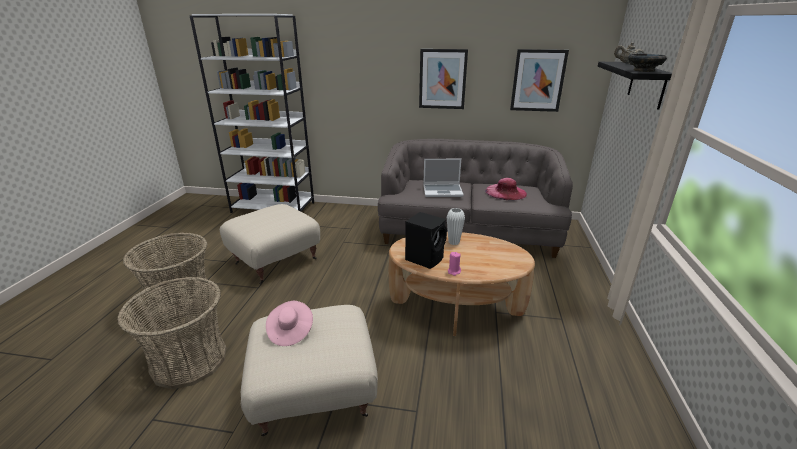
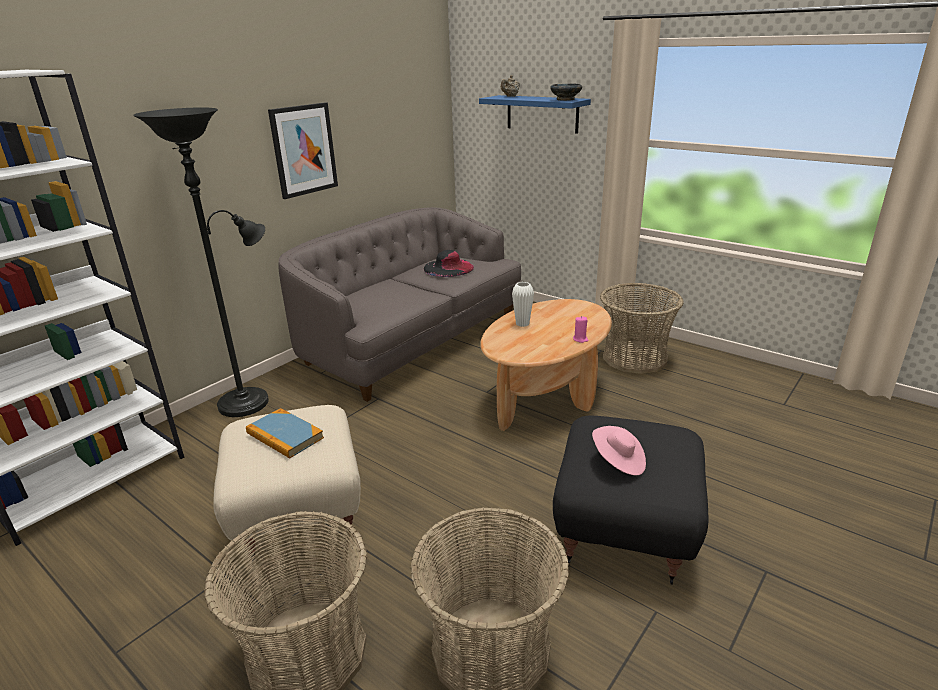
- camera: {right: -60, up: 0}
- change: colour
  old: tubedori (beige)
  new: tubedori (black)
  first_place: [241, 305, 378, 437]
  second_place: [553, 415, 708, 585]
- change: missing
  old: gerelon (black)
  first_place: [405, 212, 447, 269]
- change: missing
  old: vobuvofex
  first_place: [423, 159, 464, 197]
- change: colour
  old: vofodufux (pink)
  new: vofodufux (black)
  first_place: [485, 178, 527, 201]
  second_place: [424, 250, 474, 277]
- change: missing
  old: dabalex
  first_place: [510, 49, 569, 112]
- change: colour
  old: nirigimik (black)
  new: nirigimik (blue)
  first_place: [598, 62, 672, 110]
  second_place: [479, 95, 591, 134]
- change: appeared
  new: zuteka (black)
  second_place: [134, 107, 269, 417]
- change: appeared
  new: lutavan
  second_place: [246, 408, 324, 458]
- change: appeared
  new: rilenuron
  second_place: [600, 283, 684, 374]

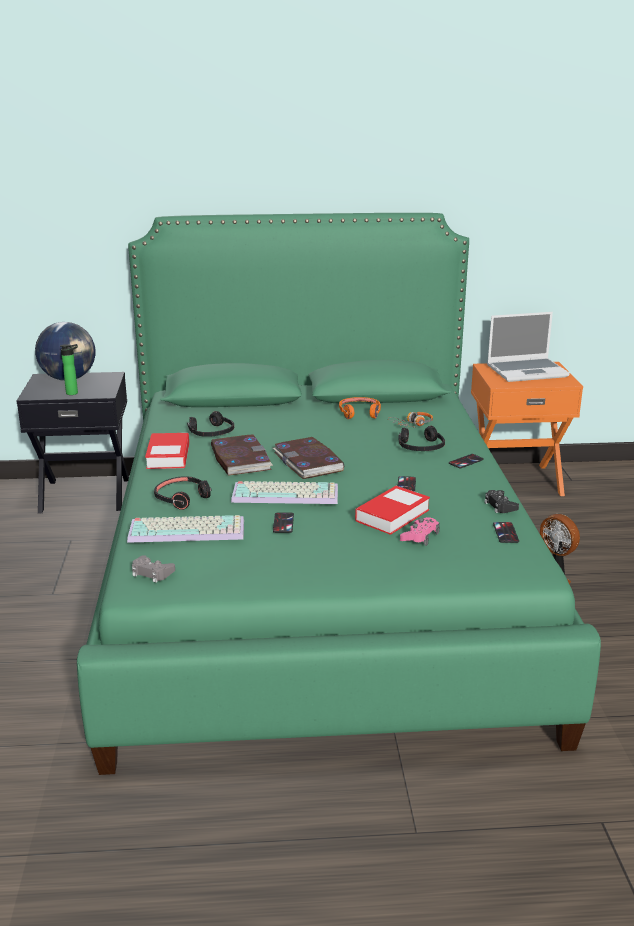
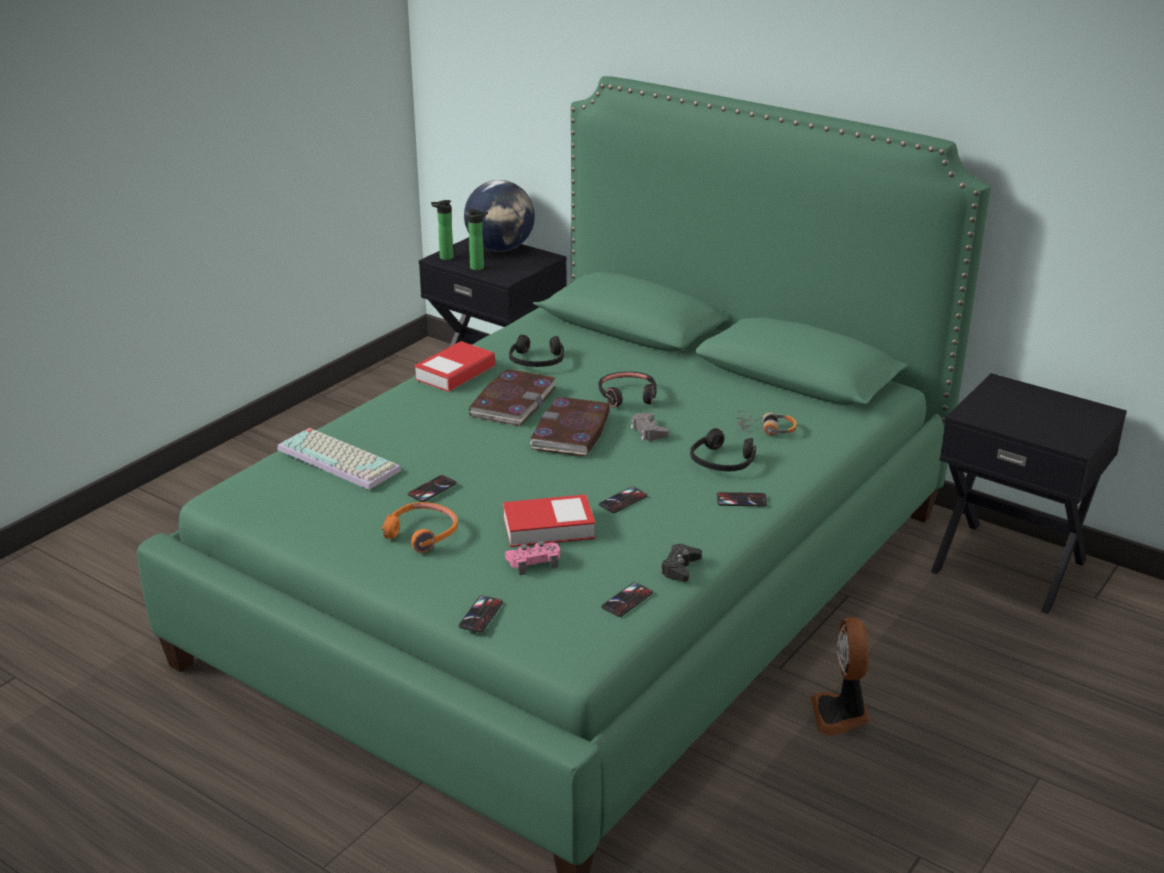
- camera: {right: 40, up: 5}
- change: relocated
  old: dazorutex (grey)
  first_place: [132, 555, 175, 582]
  second_place: [631, 413, 669, 441]
- change: relocated
  old: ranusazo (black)
  first_place: [154, 476, 212, 510]
  second_place: [599, 372, 657, 408]
- change: missing
  old: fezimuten
  first_place: [231, 481, 338, 504]
- change: relocated
  old: ranusazo (orange)
  first_place: [339, 397, 381, 419]
  second_place: [382, 502, 458, 553]
- change: colour
  old: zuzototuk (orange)
  new: zuzototuk (black)
  first_place: [471, 362, 583, 496]
  second_place: [931, 373, 1127, 614]
- change: missing
  old: vobuvofex
  first_place: [487, 312, 570, 382]
- change: appeared
  new: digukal
  second_place: [431, 200, 454, 260]
- change: appeared
  new: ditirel
  second_place: [459, 596, 503, 633]

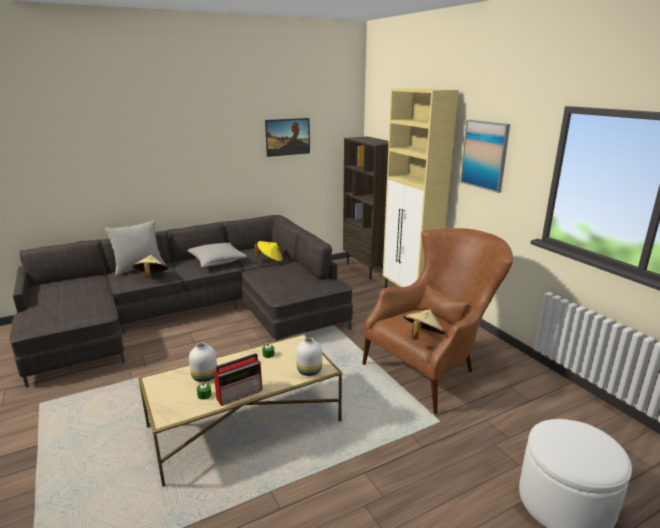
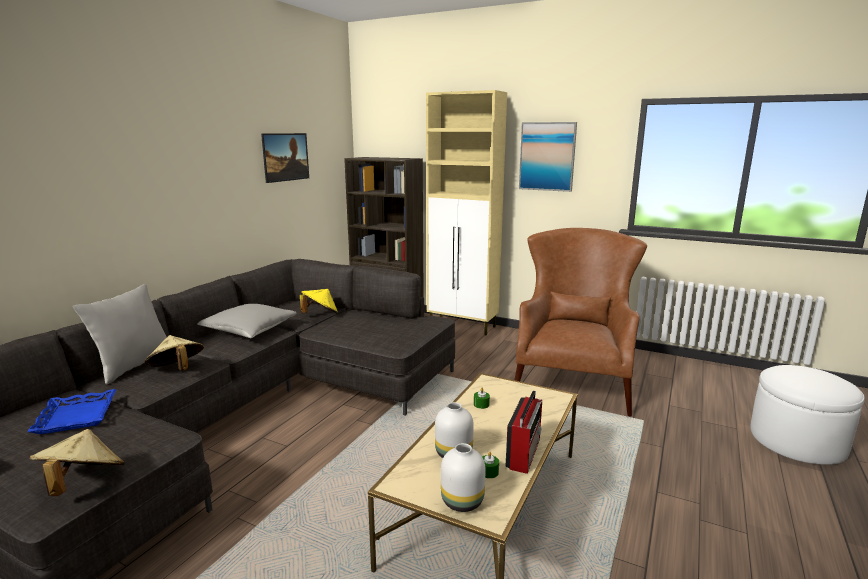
- camera: {right: -35, up: -5}
- change: relocated
  old: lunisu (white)
  first_place: [296, 337, 322, 376]
  second_place: [441, 443, 485, 512]
- change: relocated
  old: vofodufux (beige)
  first_place: [403, 309, 445, 340]
  second_place: [29, 429, 125, 496]
- change: appeared
  new: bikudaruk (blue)
  second_place: [27, 389, 117, 434]

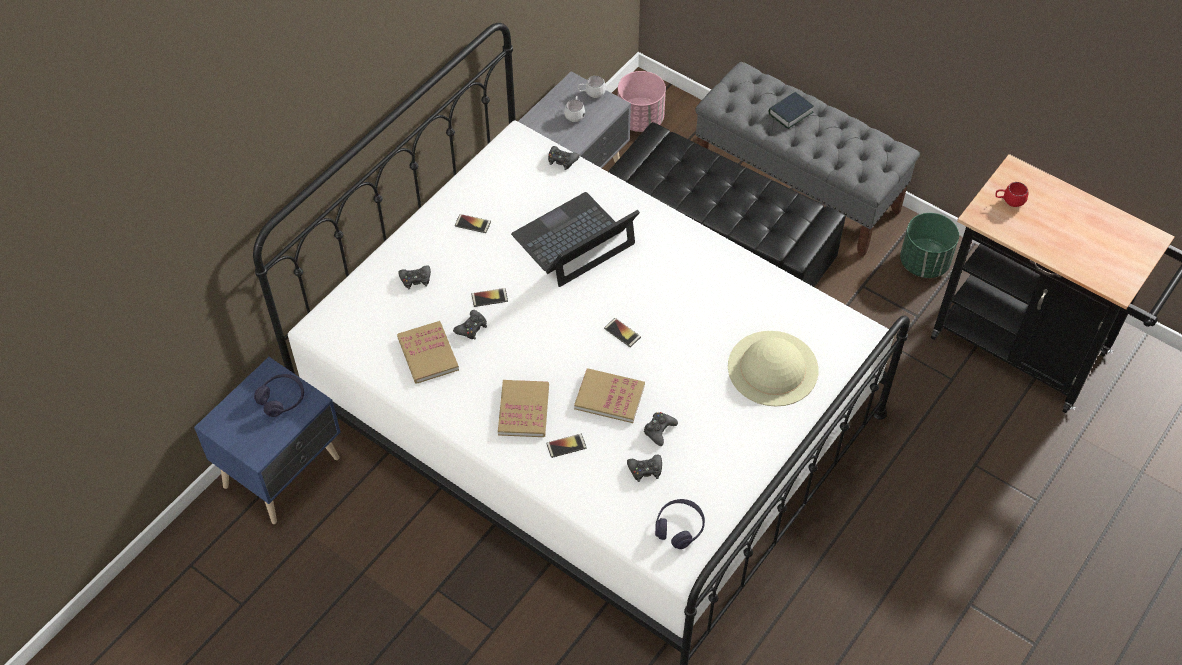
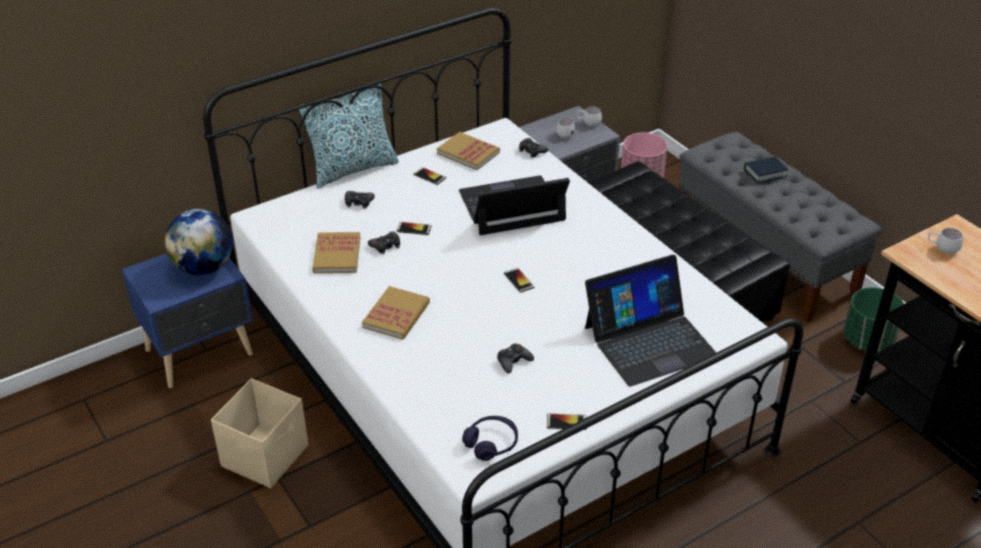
- camera: {right: 20, up: -15}
- change: exchanged
  old: ranusazo (purple)
  new: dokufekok
  first_place: [254, 374, 304, 417]
  second_place: [165, 209, 233, 275]
- change: relocated
  old: ditirel
  first_place: [546, 434, 587, 458]
  second_place: [547, 414, 587, 430]
- change: relocated
  old: lutavan
  first_place: [574, 368, 645, 423]
  second_place: [437, 132, 500, 170]
- change: missing
  old: dazorutex (black)
  first_place: [627, 455, 662, 482]
- change: exchanged
  old: vofodufux (beige)
  new: vobuvofex
  first_place: [728, 331, 819, 407]
  second_place: [585, 255, 716, 386]
- change: colour
  old: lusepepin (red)
  new: lusepepin (white)
  first_place: [995, 182, 1028, 207]
  second_place: [928, 228, 963, 254]
- change: appeared
  new: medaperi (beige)
  second_place: [211, 378, 308, 488]
- change: appeared
  new: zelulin
  second_place: [299, 83, 399, 188]

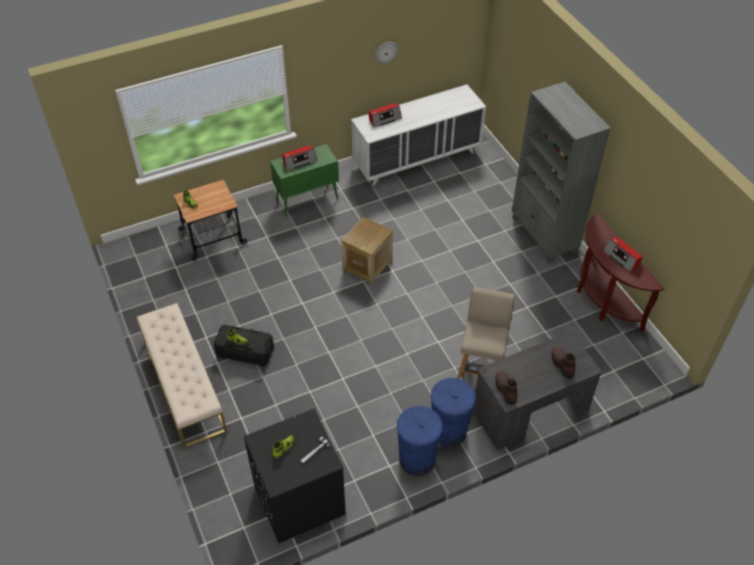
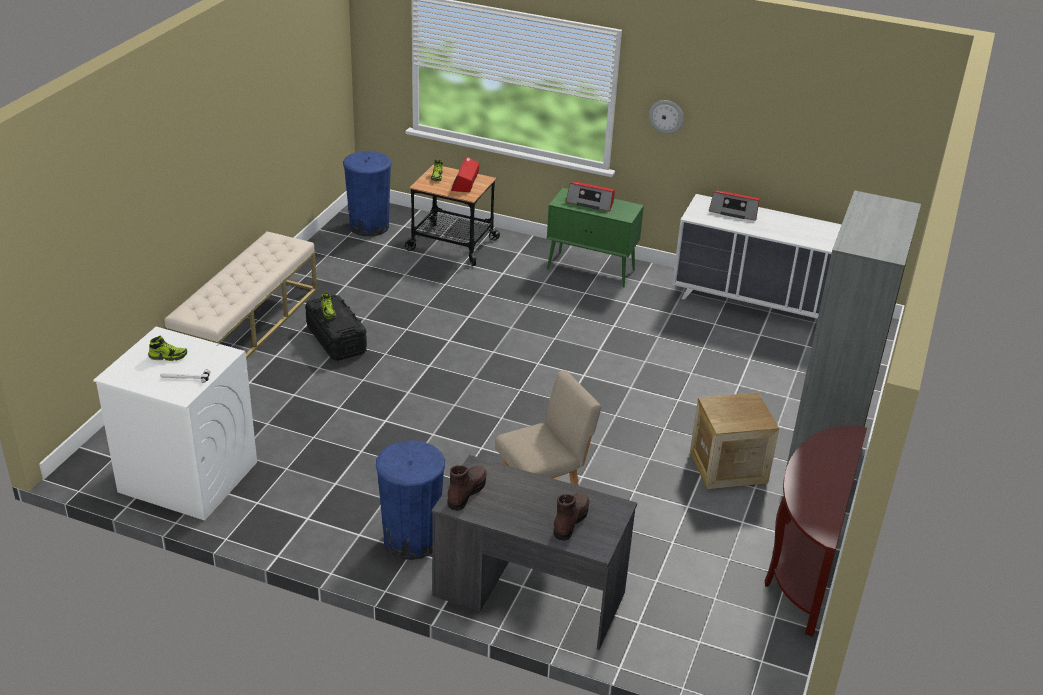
- camera: {right: 45, up: -15}
- change: colour
  old: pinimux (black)
  new: pinimux (white)
  first_place: [244, 409, 346, 543]
  second_place: [93, 327, 257, 521]
- change: relocated
  old: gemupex
  first_place: [341, 217, 393, 283]
  second_place: [690, 392, 779, 489]
- change: relocated
  old: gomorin
  first_place: [375, 42, 398, 64]
  second_place: [649, 100, 684, 134]
- change: relocated
  old: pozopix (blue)
  first_place: [397, 406, 443, 477]
  second_place: [343, 151, 392, 237]
- change: relocated
  old: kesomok
  first_place: [603, 237, 643, 272]
  second_place: [451, 156, 479, 192]

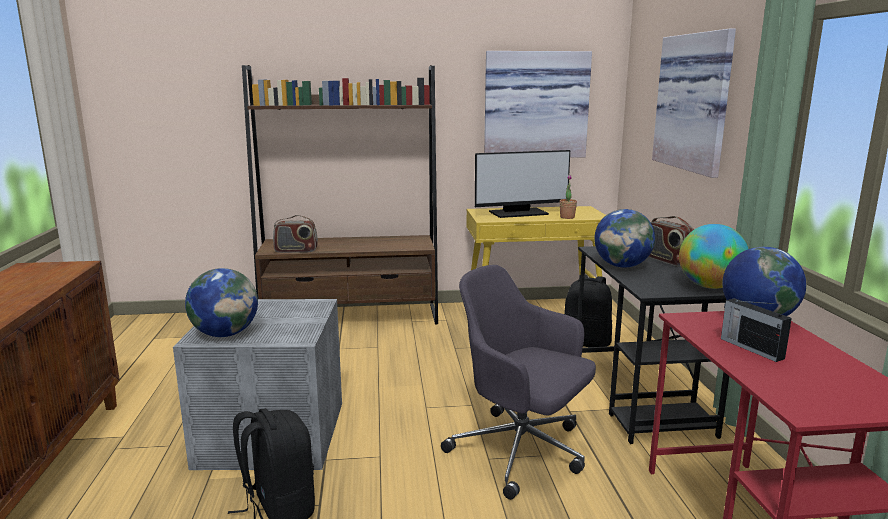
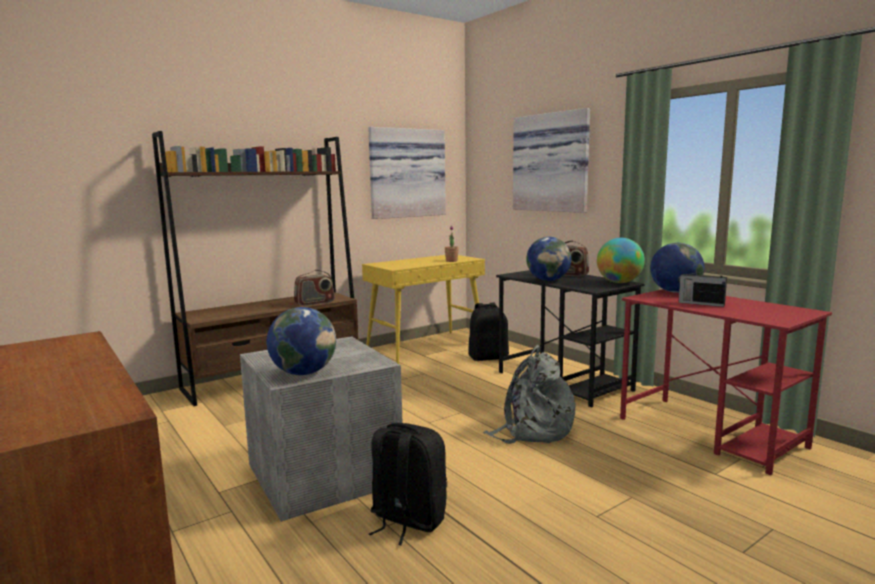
- camera: {right: -30, up: -5}
- change: relocated
  old: kesomok
  first_place: [273, 215, 318, 253]
  second_place: [294, 270, 335, 306]
- change: exchanged
  old: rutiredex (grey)
  new: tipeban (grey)
  first_place: [441, 265, 596, 500]
  second_place: [483, 345, 575, 444]
- change: missing
  old: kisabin
  first_place: [475, 150, 570, 218]

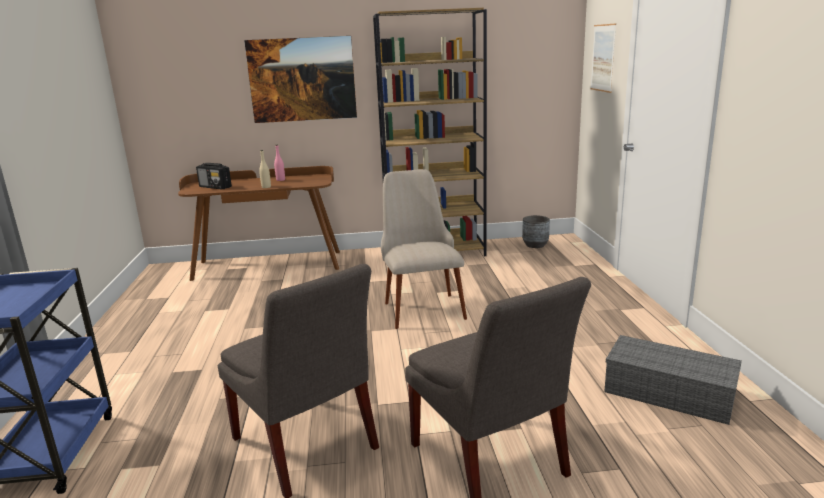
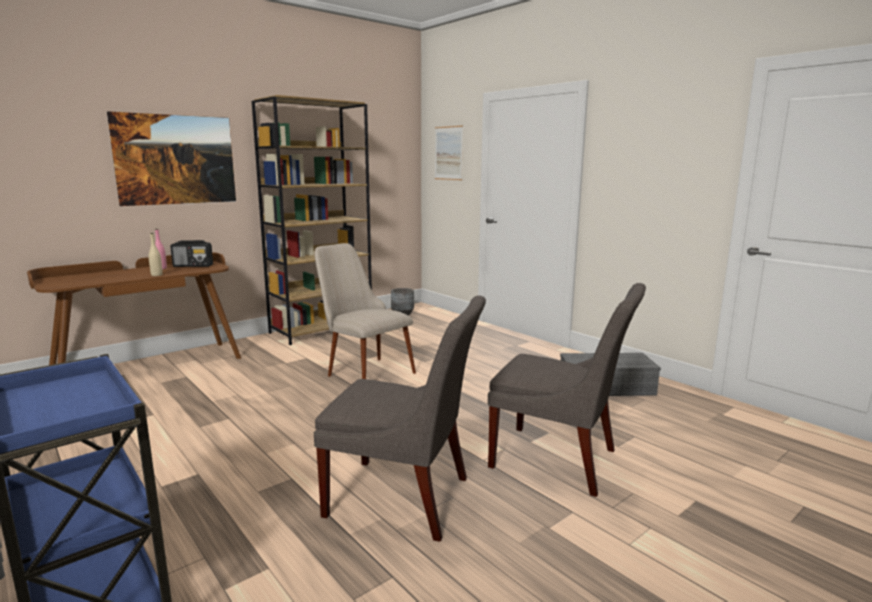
- camera: {right: -35, up: -5}
- change: relocated
  old: kesomok
  first_place: [196, 163, 232, 190]
  second_place: [170, 240, 213, 267]

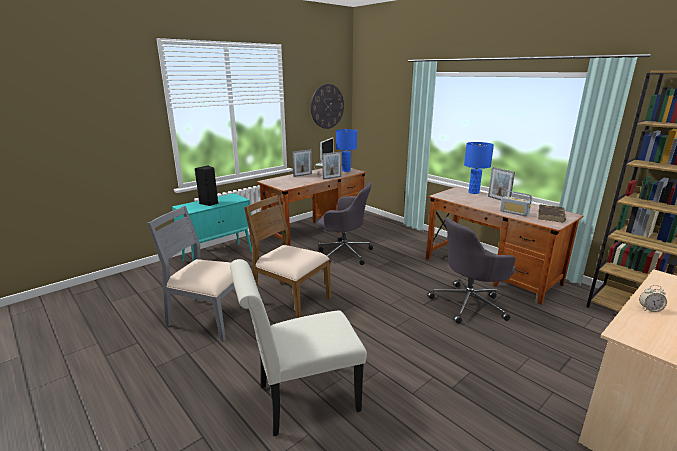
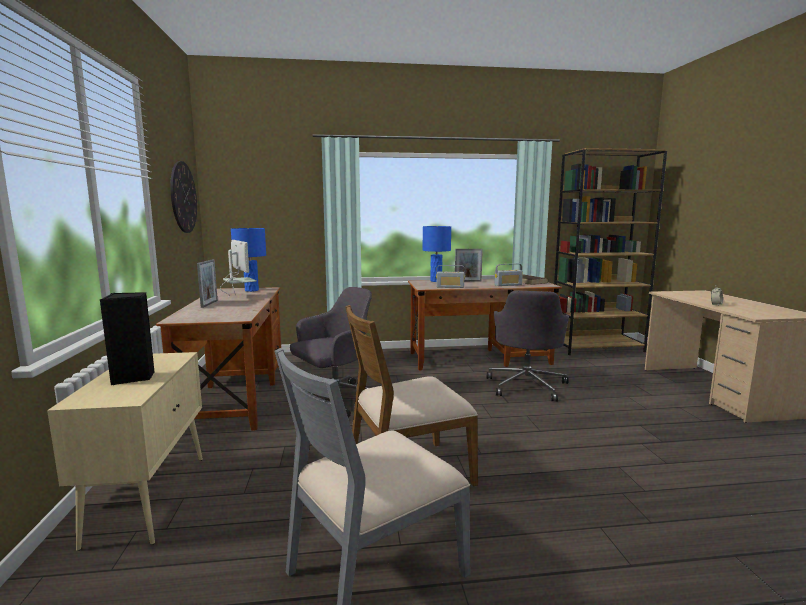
- camera: {right: -55, up: -10}
- change: colour
  old: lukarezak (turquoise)
  new: lukarezak (beige)
  first_place: [172, 193, 252, 261]
  second_place: [47, 352, 203, 551]
- change: missing
  old: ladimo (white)
  first_place: [230, 259, 367, 436]
- change: missing
  old: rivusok
  first_place: [322, 152, 342, 179]
- change: appeared
  new: kesomok
  second_place: [436, 265, 465, 288]

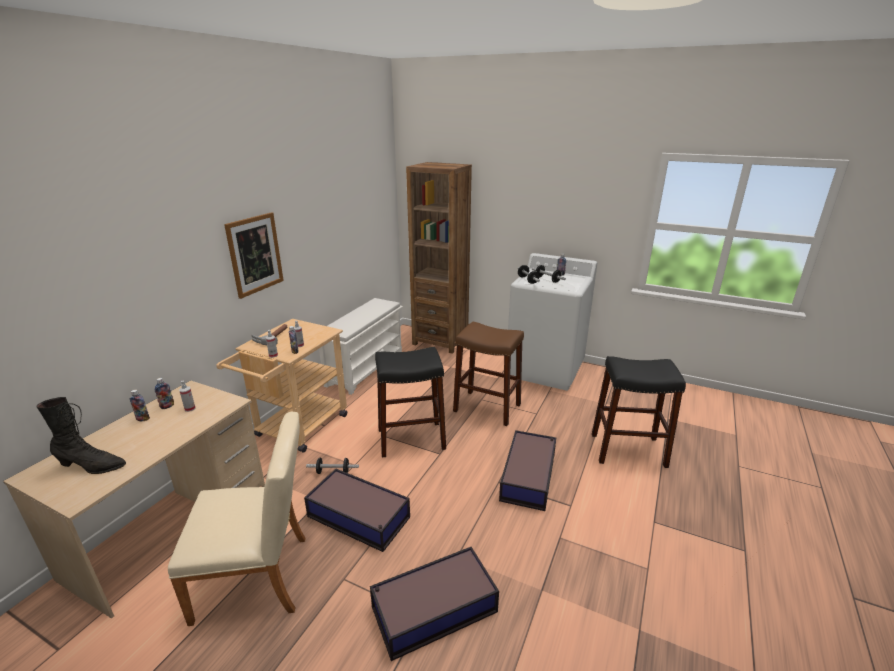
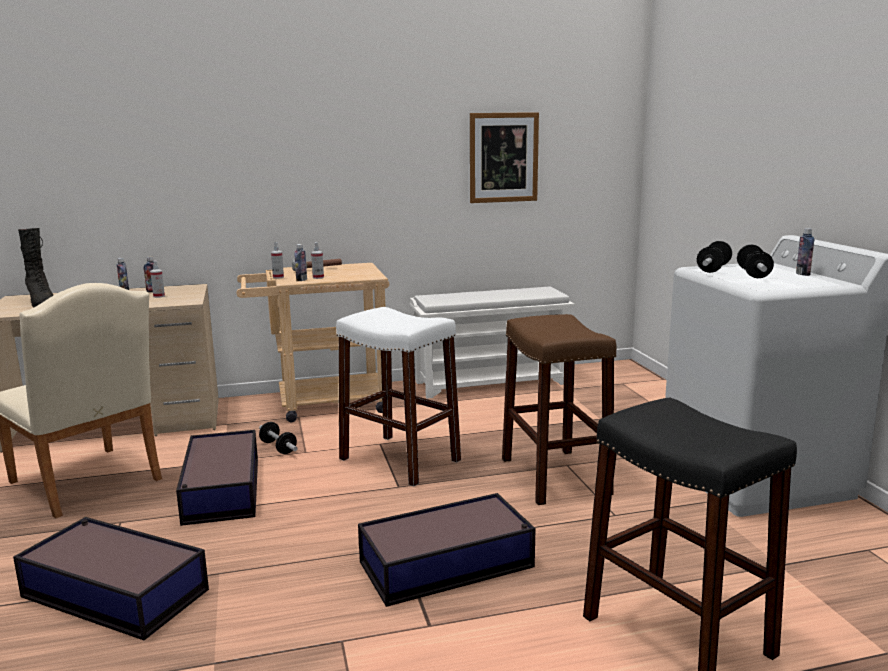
- camera: {right: 50, up: -10}
- change: relocated
  old: dabalex
  first_place: [224, 212, 284, 299]
  second_place: [470, 112, 539, 203]
- change: colour
  old: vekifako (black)
  new: vekifako (white)
  first_place: [375, 347, 446, 457]
  second_place: [336, 307, 461, 487]
- change: missing
  old: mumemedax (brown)
  first_place: [406, 162, 472, 354]

